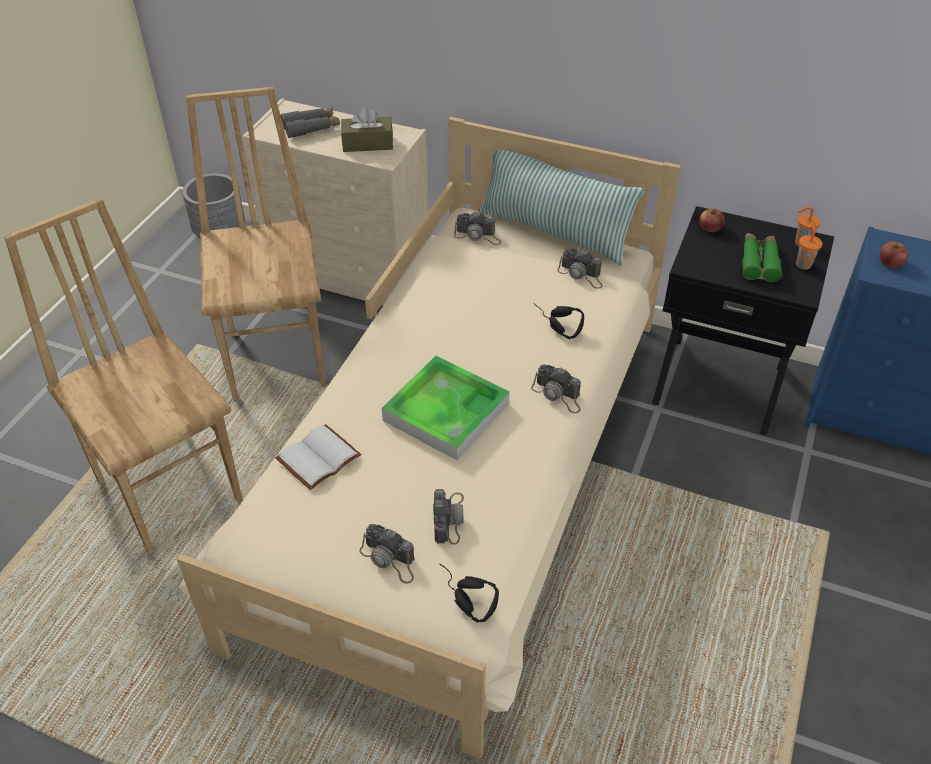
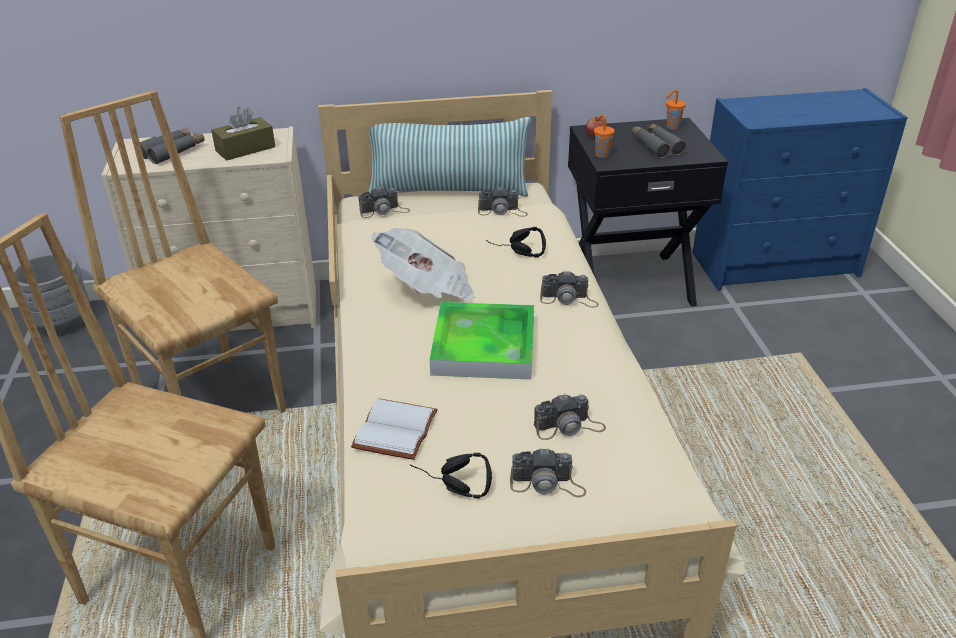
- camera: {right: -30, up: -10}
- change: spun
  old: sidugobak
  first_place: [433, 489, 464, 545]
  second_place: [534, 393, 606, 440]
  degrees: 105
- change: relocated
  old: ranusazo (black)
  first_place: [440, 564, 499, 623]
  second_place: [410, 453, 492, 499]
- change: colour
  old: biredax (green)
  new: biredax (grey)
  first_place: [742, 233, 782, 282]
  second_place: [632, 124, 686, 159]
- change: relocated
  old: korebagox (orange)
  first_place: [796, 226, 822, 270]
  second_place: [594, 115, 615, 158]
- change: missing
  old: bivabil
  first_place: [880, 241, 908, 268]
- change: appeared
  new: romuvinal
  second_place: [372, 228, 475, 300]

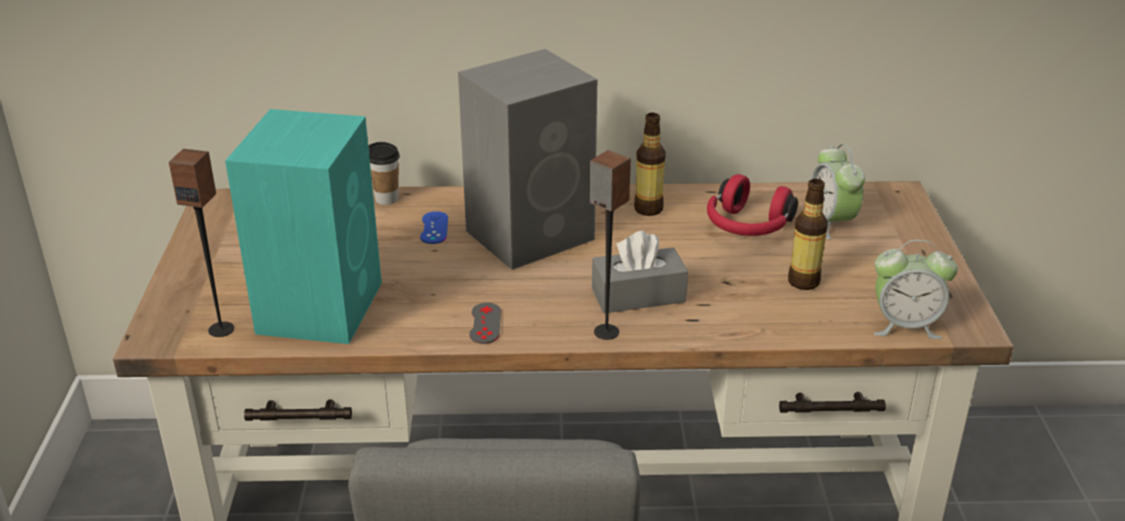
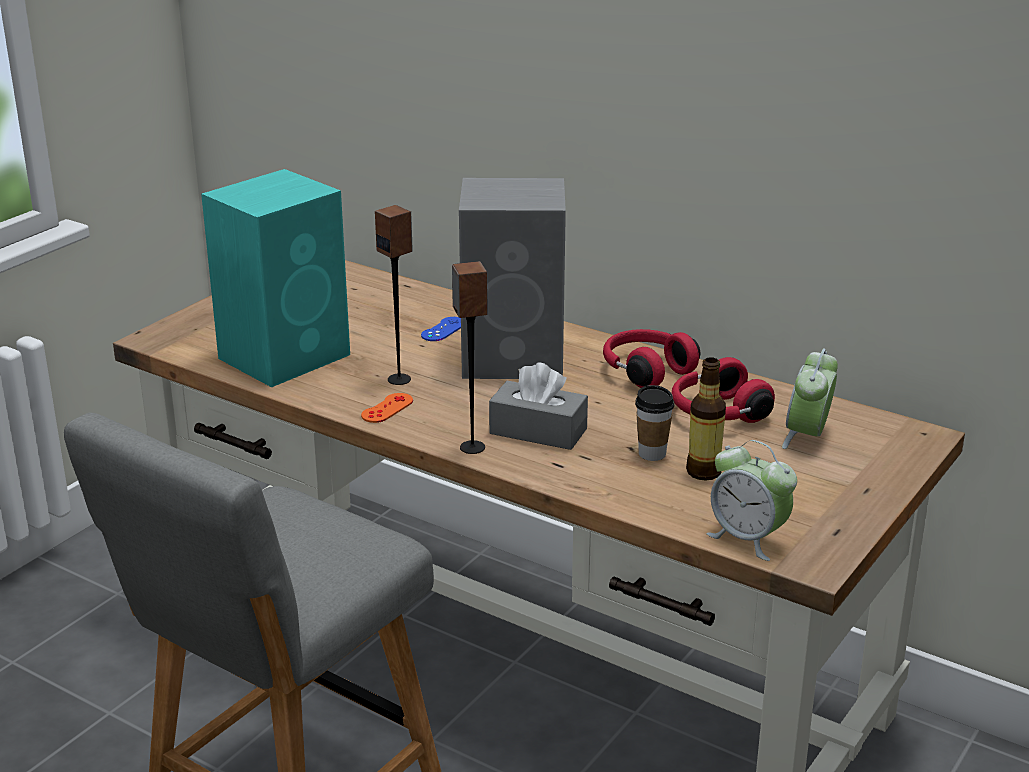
- camera: {right: 35, up: -5}
- change: relocated
  old: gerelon
  first_place: [169, 149, 234, 337]
  second_place: [375, 205, 413, 385]
- change: relocated
  old: korebagox
  first_place: [368, 142, 400, 205]
  second_place: [635, 385, 674, 461]
- change: colour
  old: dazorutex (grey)
  new: dazorutex (orange)
  first_place: [469, 303, 501, 344]
  second_place: [361, 393, 413, 423]
- change: exchanged
  old: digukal
  new: ranusazo (red)
  first_place: [634, 113, 666, 216]
  second_place: [603, 329, 700, 388]

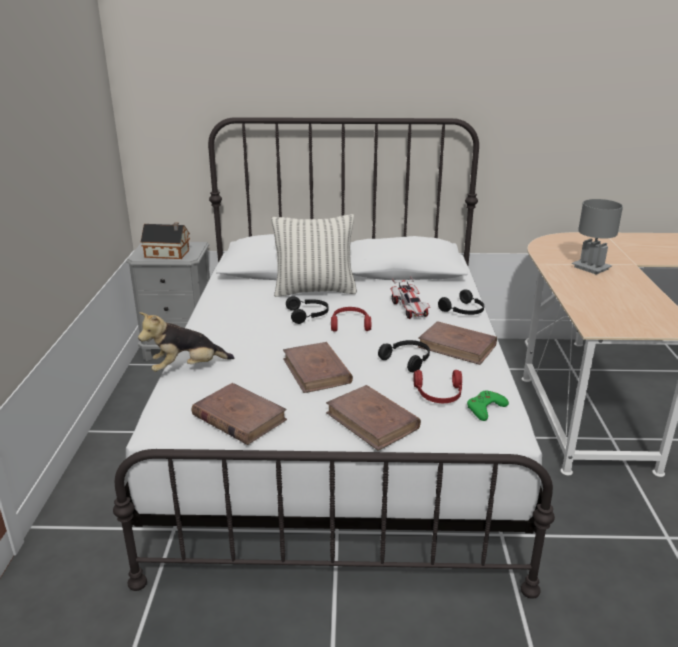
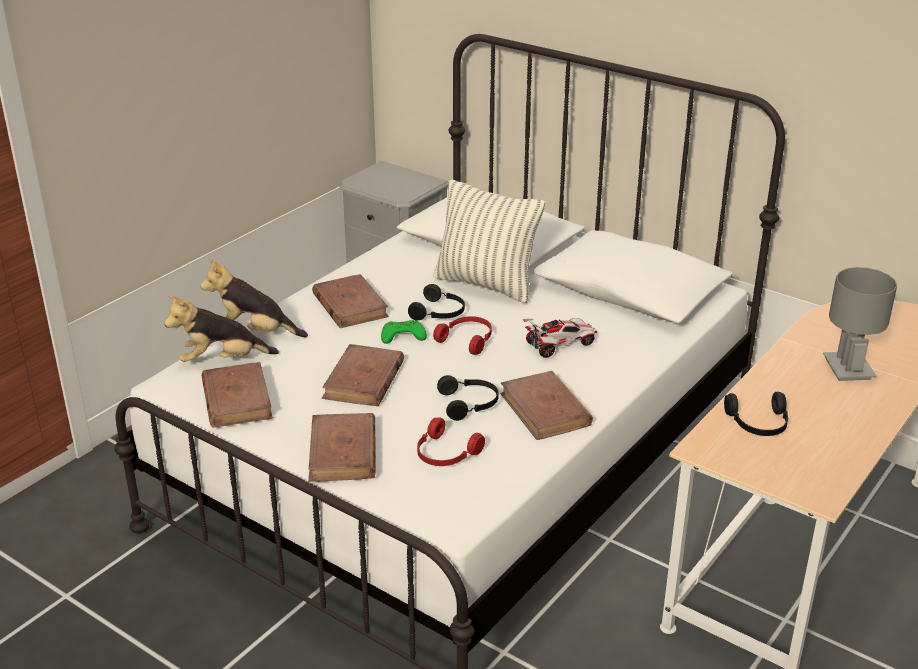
- camera: {right: 35, up: 5}
- change: missing
  old: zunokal
  first_place: [141, 222, 190, 259]
- change: spun
  old: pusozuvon
  first_place: [391, 276, 430, 319]
  second_place: [523, 318, 597, 358]
  degrees: -135
- change: relocated
  old: ranusazo (black)
  first_place: [438, 289, 484, 315]
  second_place: [724, 392, 788, 436]
- change: relocated
  old: dazorutex (green)
  first_place: [467, 391, 509, 421]
  second_place: [381, 320, 427, 344]
- change: appeared
  new: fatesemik
  second_place: [164, 295, 279, 362]
- change: appeared
  new: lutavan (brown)
  second_place: [312, 274, 389, 328]

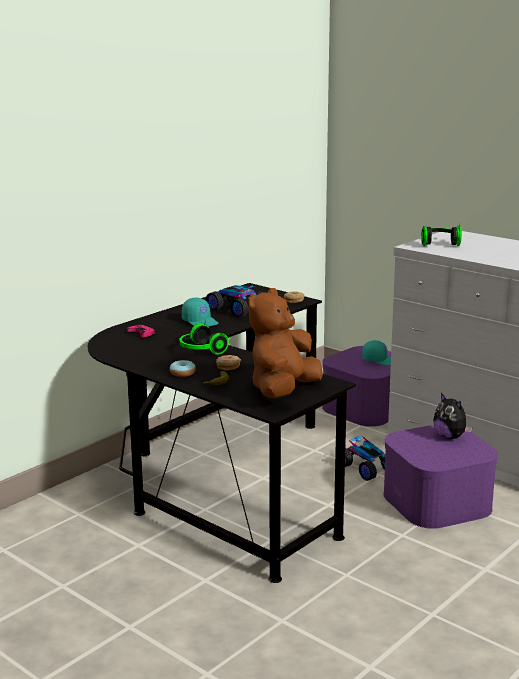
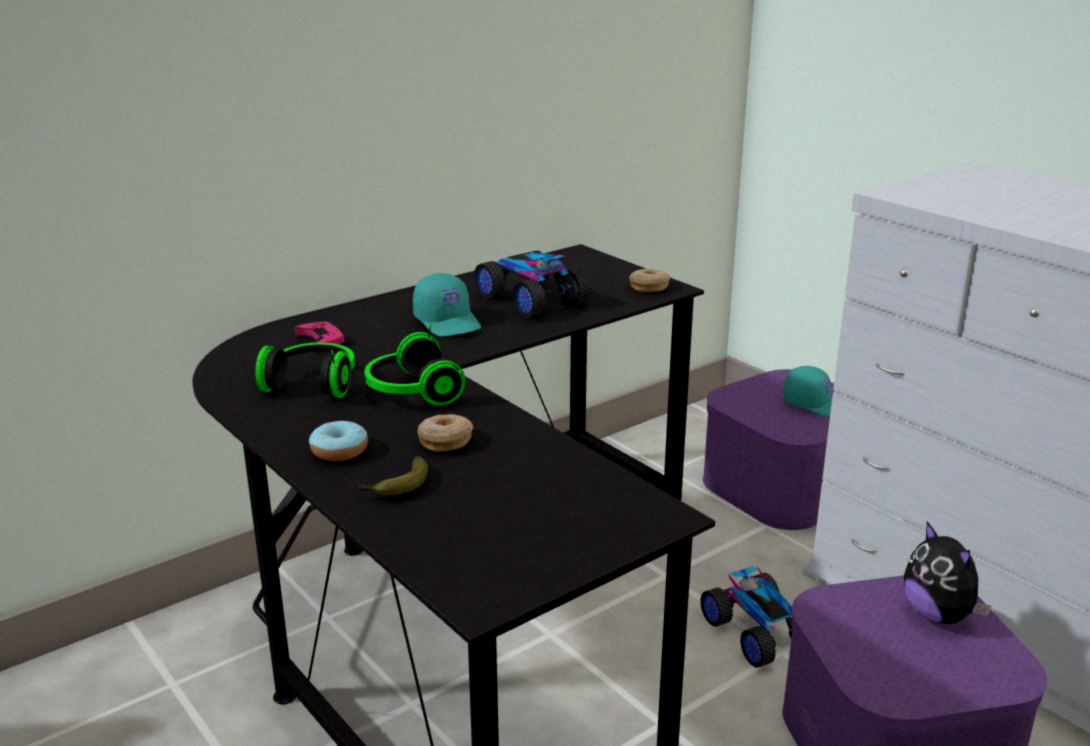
- camera: {right: 10, up: 5}
- change: missing
  old: fatesemik (brown)
  first_place: [248, 288, 323, 398]
- change: relocated
  old: ranusazo
  first_place: [421, 223, 462, 246]
  second_place: [255, 342, 355, 398]

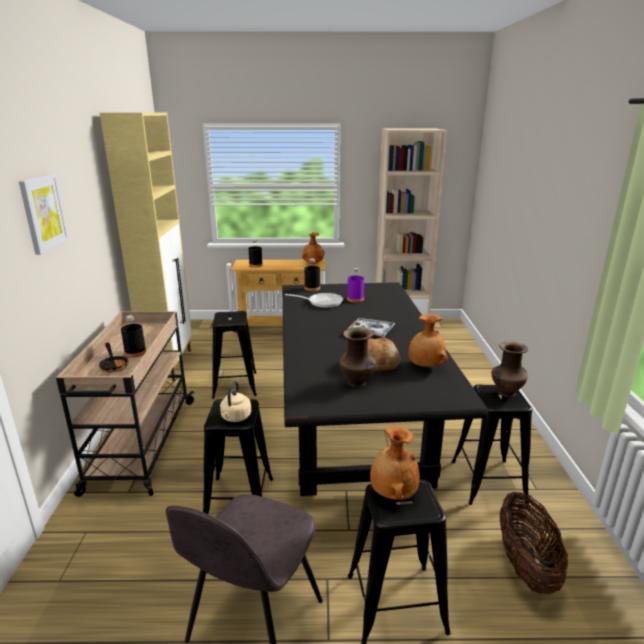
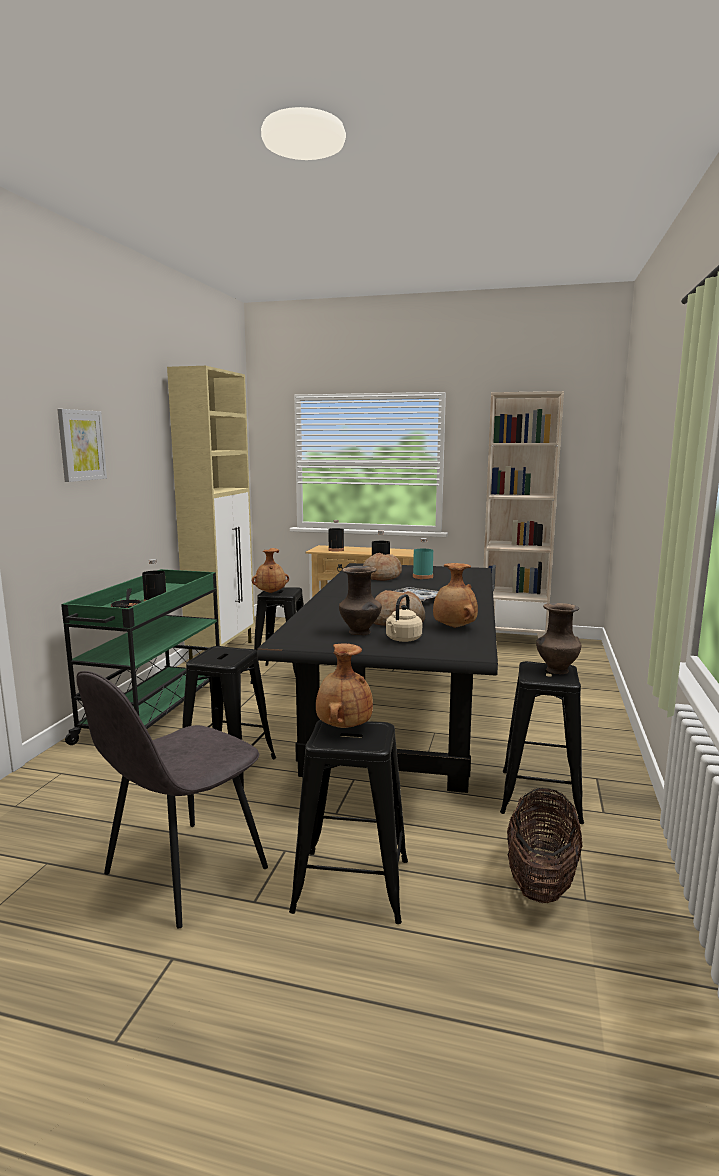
- camera: {right: 15, up: -10}
- change: colour
  old: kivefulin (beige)
  new: kivefulin (green)
  first_place: [56, 311, 195, 497]
  second_place: [61, 569, 219, 745]
- change: relocated
  old: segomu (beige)
  first_place: [220, 381, 251, 422]
  second_place: [386, 594, 422, 642]
- change: exchanged
  old: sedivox
  new: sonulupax
  first_place: [285, 293, 343, 308]
  second_place: [363, 553, 402, 581]
- change: relocated
  old: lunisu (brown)
  first_place: [302, 232, 325, 264]
  second_place: [252, 548, 289, 593]
- change: colour
  old: digukal (purple)
  new: digukal (turquoise)
  first_place: [347, 268, 364, 303]
  second_place: [413, 538, 433, 579]

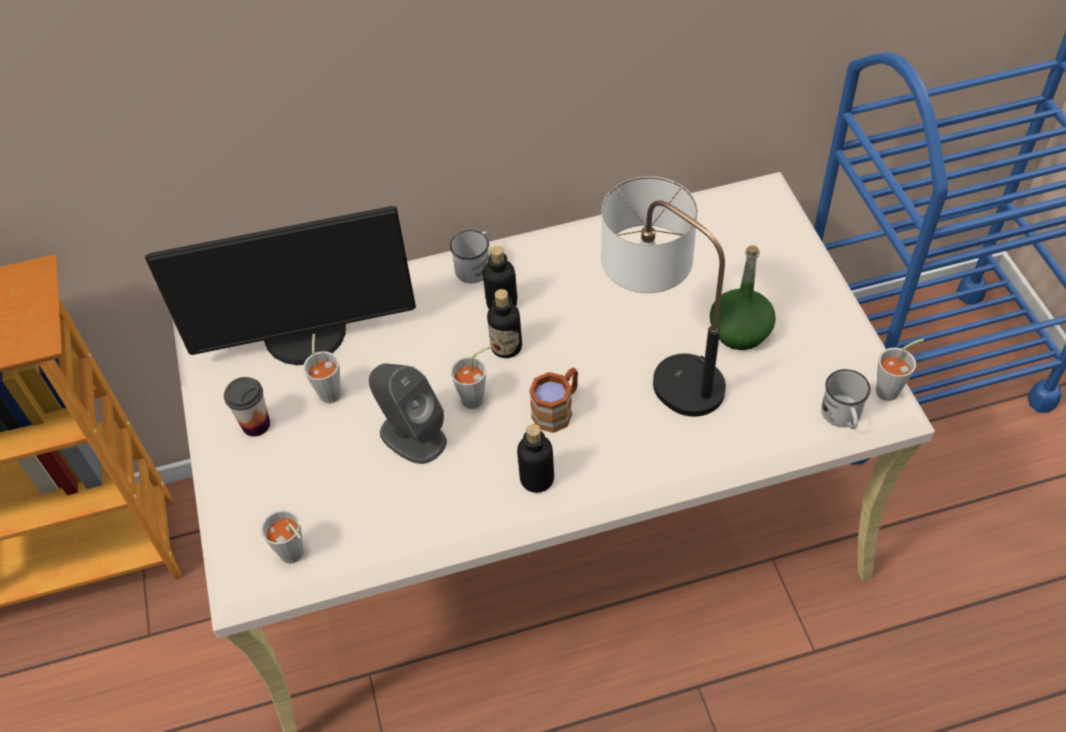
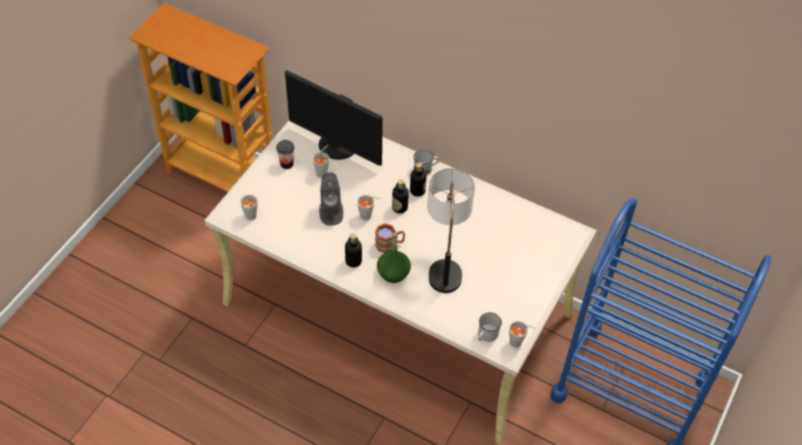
- camera: {right: 40, up: 0}
- change: relocated
  old: digukal (green)
  first_place: [710, 246, 776, 350]
  second_place: [377, 233, 411, 283]

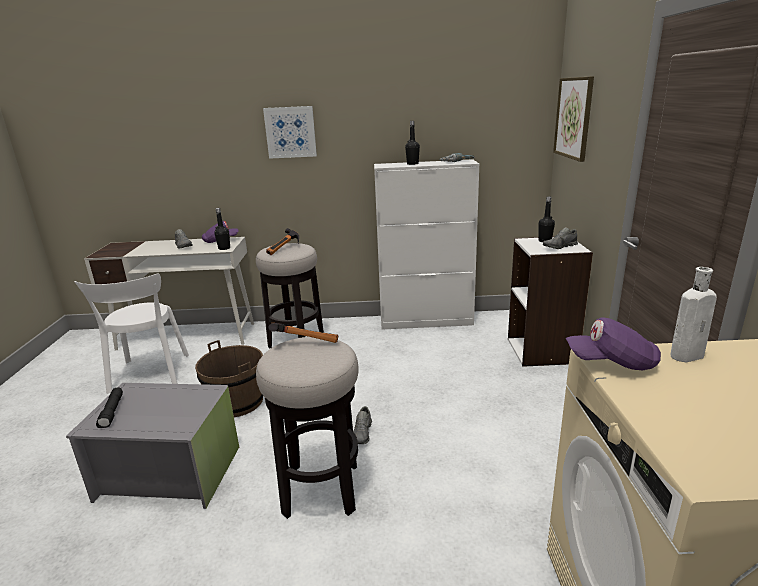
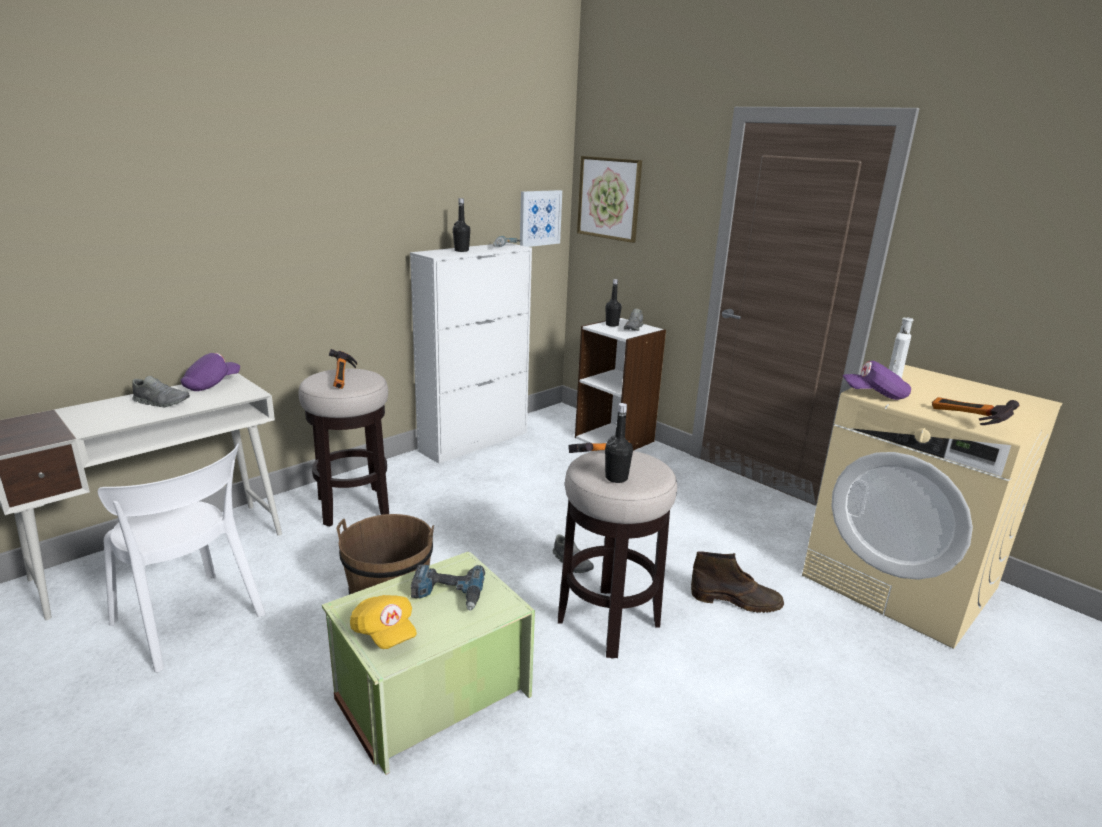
- camera: {right: -45, up: 0}
- change: colour
  old: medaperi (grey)
  new: medaperi (green)
  first_place: [66, 383, 239, 509]
  second_place: [322, 552, 535, 775]
- change: exchanged
  old: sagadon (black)
  new: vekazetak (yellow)
  first_place: [96, 387, 123, 428]
  second_place: [350, 595, 417, 649]
- change: relocated
  old: digukal (black)
  first_place: [214, 208, 230, 250]
  second_place: [605, 403, 633, 483]
- change: relocated
  old: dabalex
  first_place: [263, 106, 317, 159]
  second_place: [520, 190, 562, 247]
- change: spun
  old: vekazetak (purple)
  first_place: [566, 317, 661, 370]
  second_place: [842, 361, 911, 400]
  degrees: 45
- change: appeared
  new: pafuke
  second_place: [411, 565, 485, 611]
- change: appeared
  new: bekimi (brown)
  second_place: [691, 551, 784, 613]
- change: appeared
  new: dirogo
  second_place: [932, 397, 1019, 425]

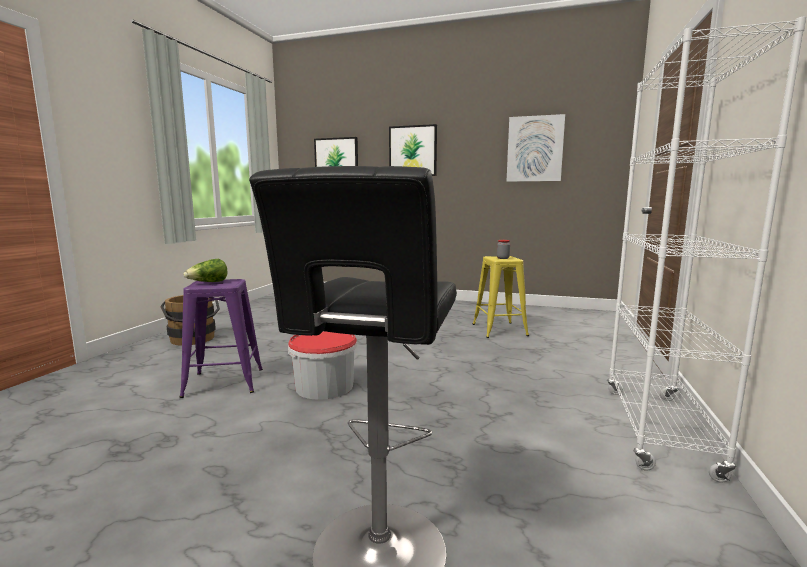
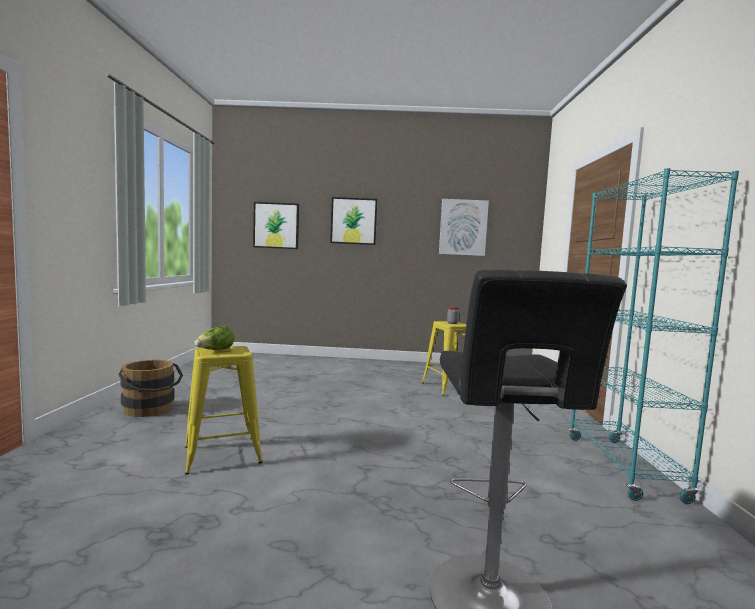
- camera: {right: -15, up: -5}
- change: colour
  old: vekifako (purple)
  new: vekifako (yellow)
  first_place: [179, 279, 263, 398]
  second_place: [185, 346, 263, 474]
- change: missing
  old: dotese
  first_place: [288, 331, 357, 400]
- change: colour
  old: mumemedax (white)
  new: mumemedax (turquoise)
  first_place: [607, 16, 807, 483]
  second_place: [569, 168, 739, 504]

